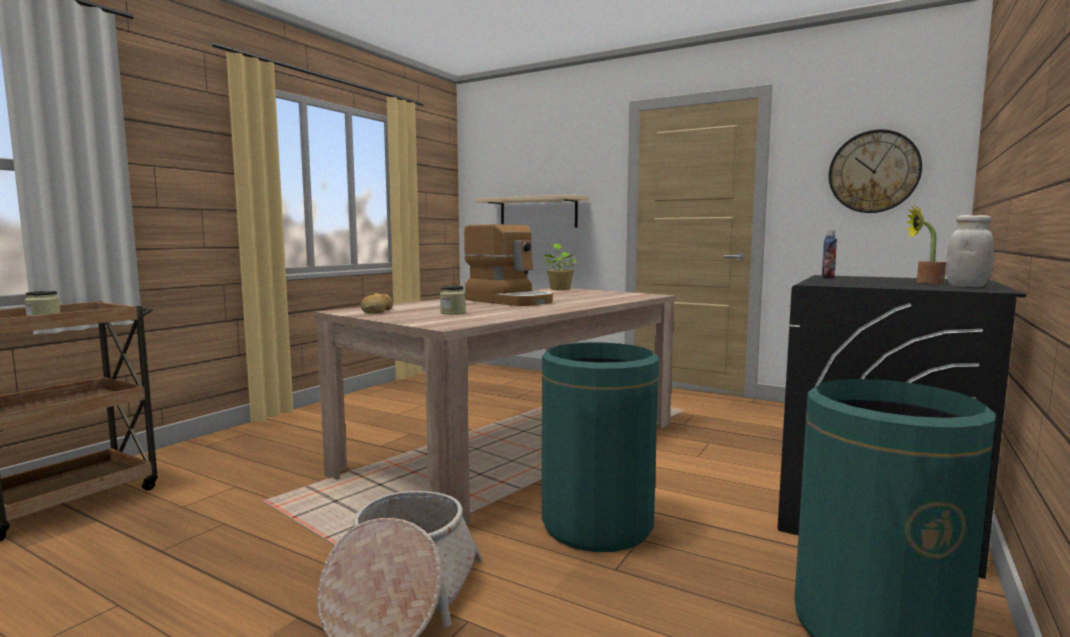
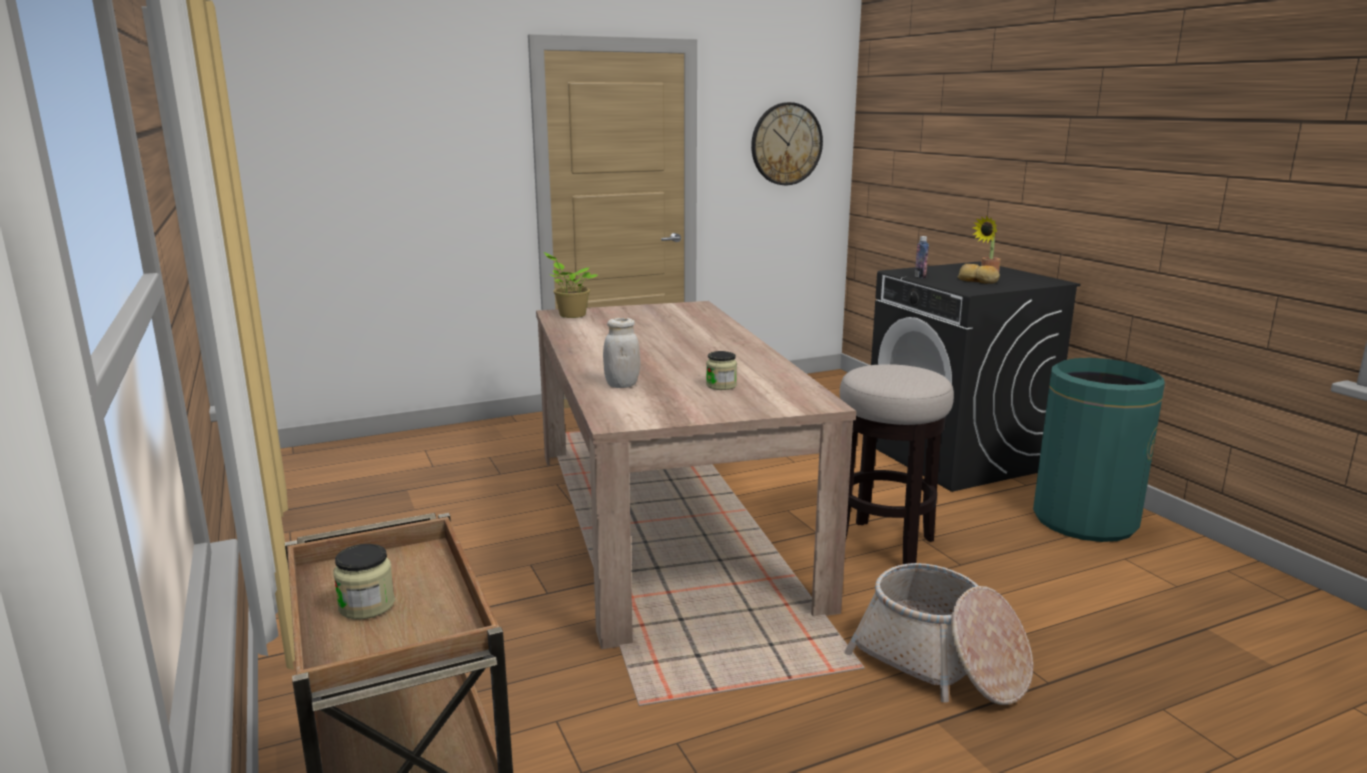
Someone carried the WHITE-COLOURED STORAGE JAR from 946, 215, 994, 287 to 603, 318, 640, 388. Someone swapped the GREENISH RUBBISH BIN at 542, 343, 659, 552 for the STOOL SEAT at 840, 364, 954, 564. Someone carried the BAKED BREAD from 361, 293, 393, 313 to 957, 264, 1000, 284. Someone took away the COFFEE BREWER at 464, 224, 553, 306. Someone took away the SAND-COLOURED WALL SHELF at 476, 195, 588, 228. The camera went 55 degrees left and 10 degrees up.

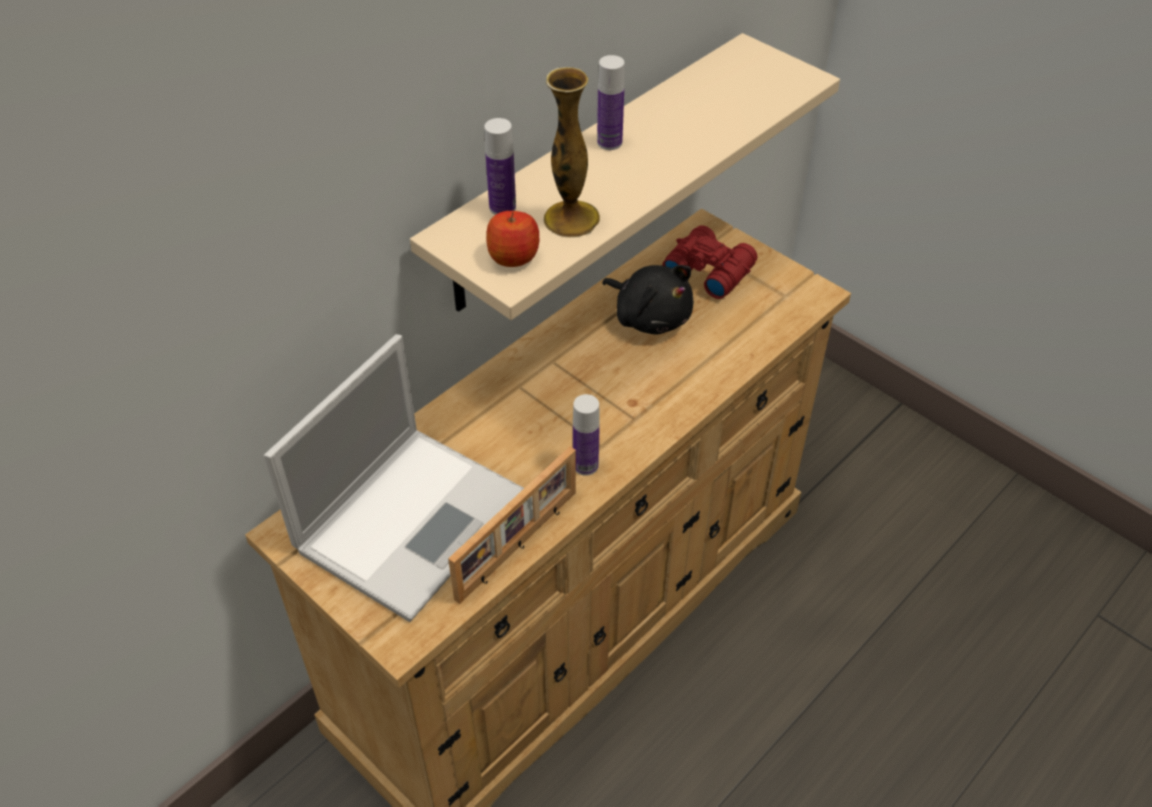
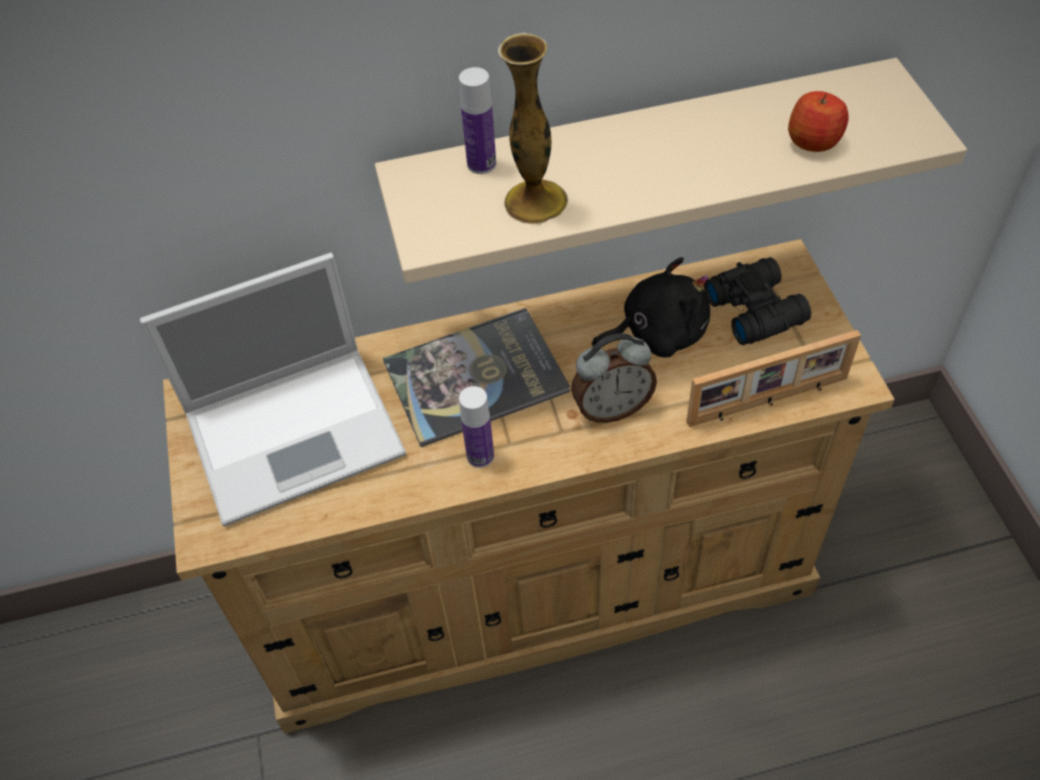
Someone put down the BOUND BOOK at 383, 308, 570, 447. Someone put down the TABLE CLOCK at 571, 333, 657, 423. Someone rotated the BLACK SOFT TOY at 602, 265, 694, 335 by 90 degrees counterclockwise. Someone carried the STANDING FRAME from 448, 447, 576, 604 to 686, 330, 861, 427. Someone repainted the REDDISH PAIR OF BINOCULARS at 662, 225, 757, 299, which became the BLACK PAIR OF BINOCULARS at 704, 257, 811, 345. Someone carried the WHOLE APPLE from 486, 211, 540, 267 to 788, 91, 849, 152. Someone took away the BEVERAGE BOTTLE at 597, 55, 625, 150. The camera went 35 degrees right and 5 degrees up.

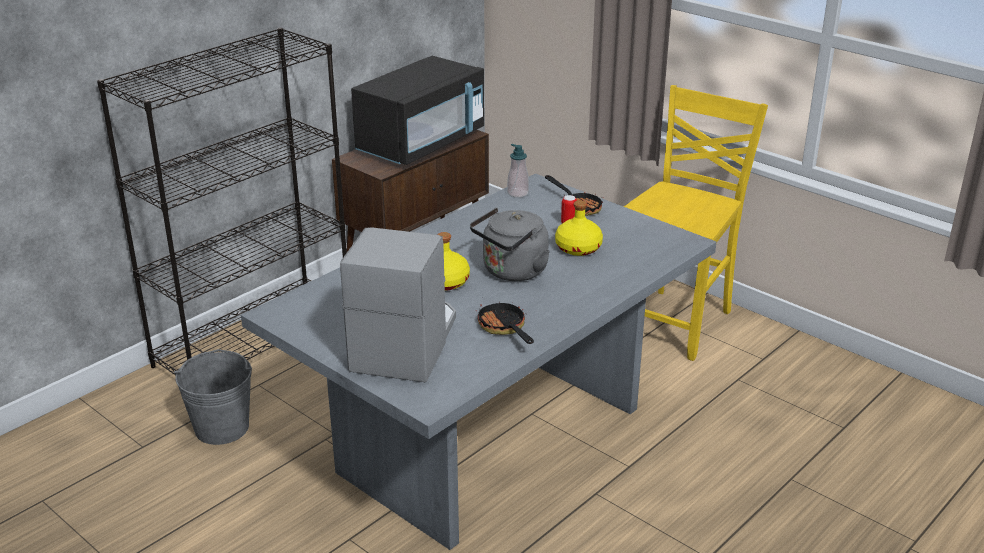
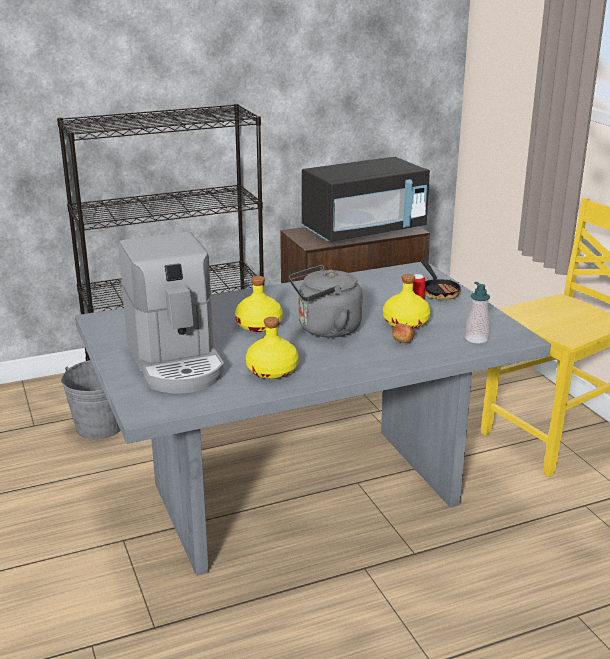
Someone rotated the COFFEE BREWER at 340, 227, 456, 382 by 120 degrees clockwise. Someone swapped the PAN at 476, 302, 534, 344 for the YELLOW BEVERAGE BOTTLE at 246, 317, 299, 379. Someone put down the WHOLE APPLE at 392, 323, 414, 343. Someone carried the LIQUID SOAP BOTTLE from 507, 144, 529, 198 to 464, 282, 490, 344. The camera went 25 degrees right and 5 degrees down.

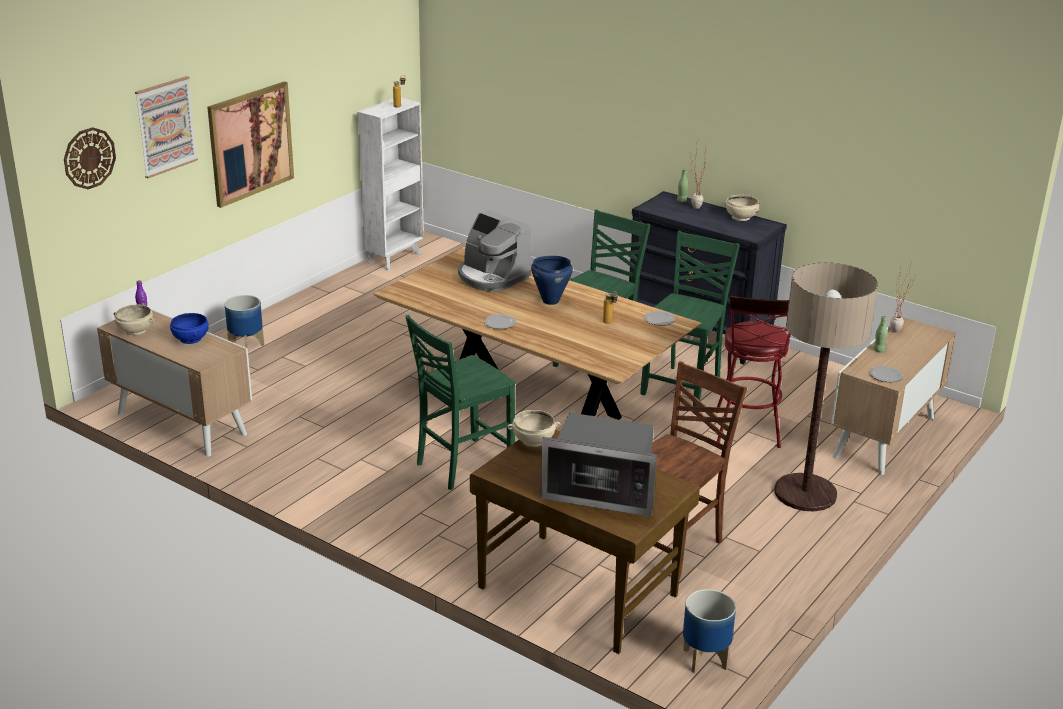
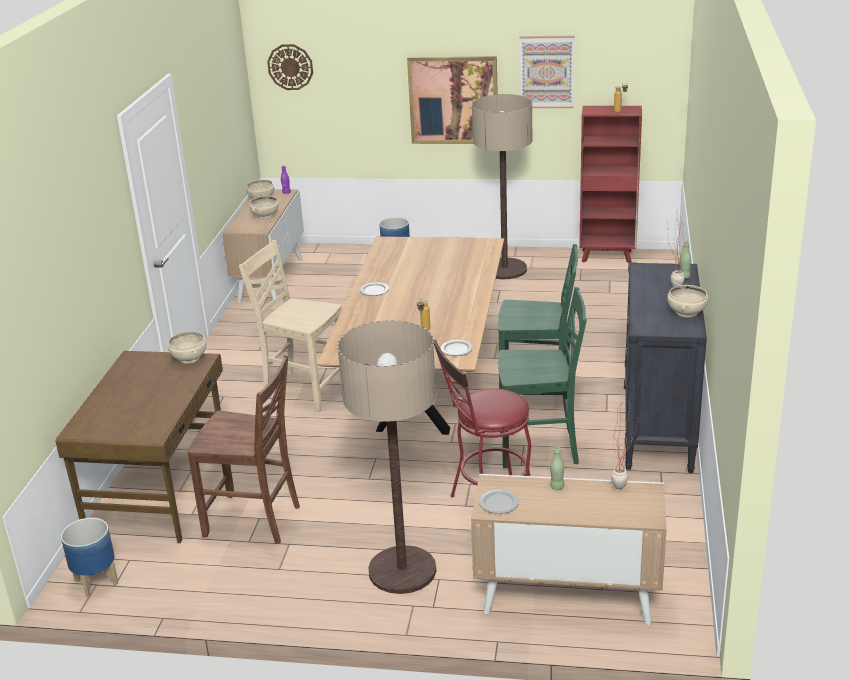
Someone repainted the GREENISH UPRIGHT CHAIR at 405, 315, 515, 490, which became the SAND-COLOURED UPRIGHT CHAIR at 239, 240, 341, 412. Someone repainted the BLUE-COLOURED BOWL at 170, 313, 209, 344, which became the SAND-COLOURED BOWL at 249, 196, 278, 219. Someone put down the FLOOR LAMP at 472, 94, 533, 280. Someone carried the PICTURE from 135, 76, 198, 178 to 519, 36, 575, 108. Someone repainted the WHITE-COLOURED BOOKCASE at 358, 98, 423, 271, which became the REDDISH BOOKCASE at 579, 106, 642, 263. Someone took away the COFFEE BREWER at 458, 210, 531, 292. Someone took away the BLUE-COLOURED COOKING POT at 531, 256, 573, 305. Someone took away the MICROWAVE at 540, 413, 657, 517. The camera went 65 degrees right and 0 degrees up.

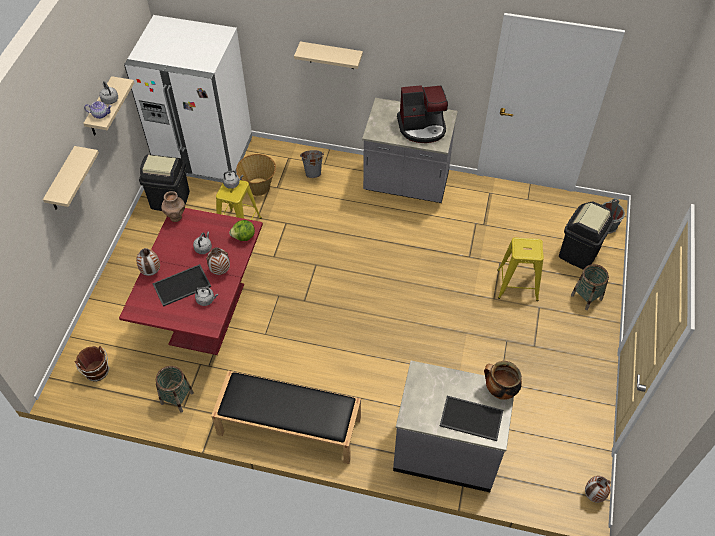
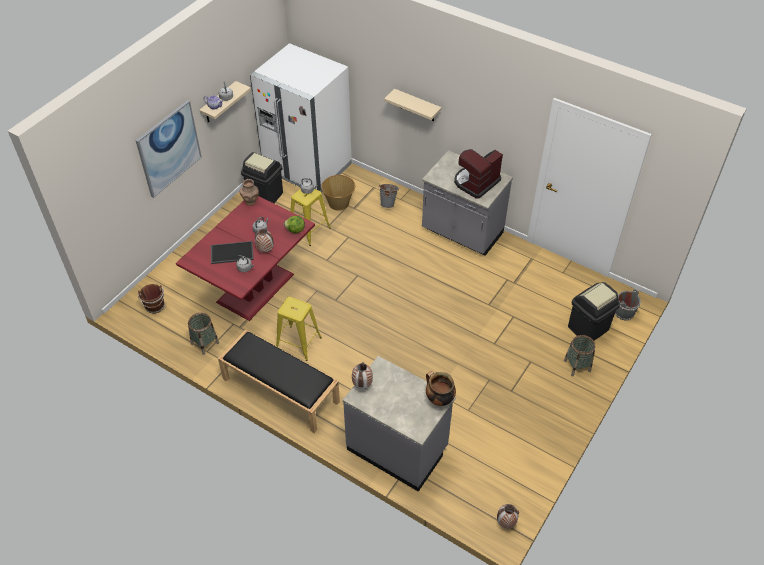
Someone swapped the SAND-COLOURED WALL SHELF at 43, 146, 99, 210 for the PICTURE at 135, 100, 202, 198. Someone carried the YELLOW STOOL SEAT from 497, 237, 544, 301 to 276, 297, 322, 361. Someone carried the FLOWER VASE from 136, 248, 160, 276 to 352, 362, 373, 389. Someone rotated the COFFEE BREWER at 397, 85, 448, 143 by 120 degrees clockwise. Someone took away the SERVING TRAY at 440, 396, 503, 441. The camera went 20 degrees right and 5 degrees down.

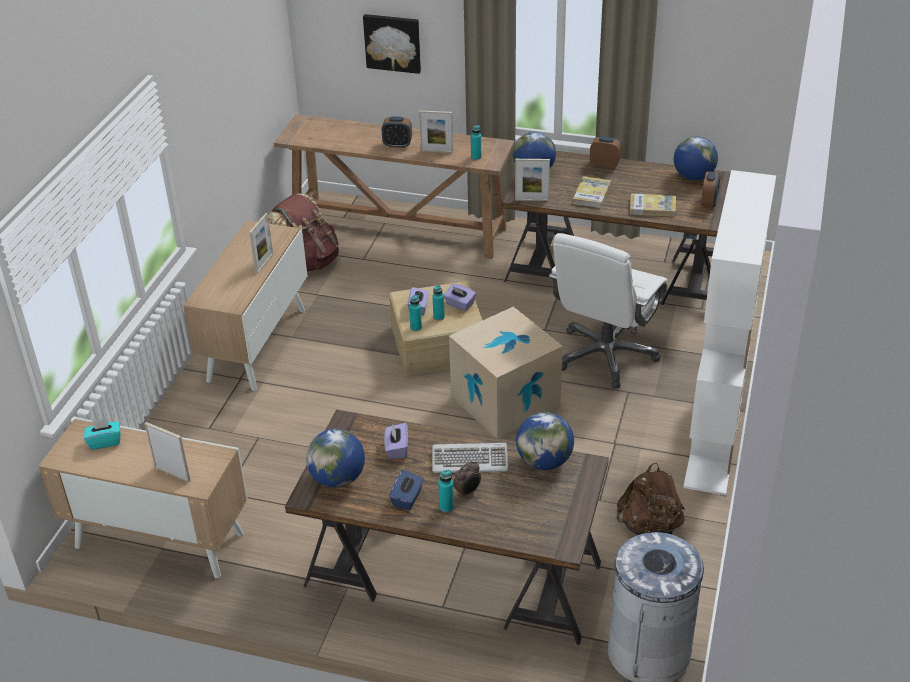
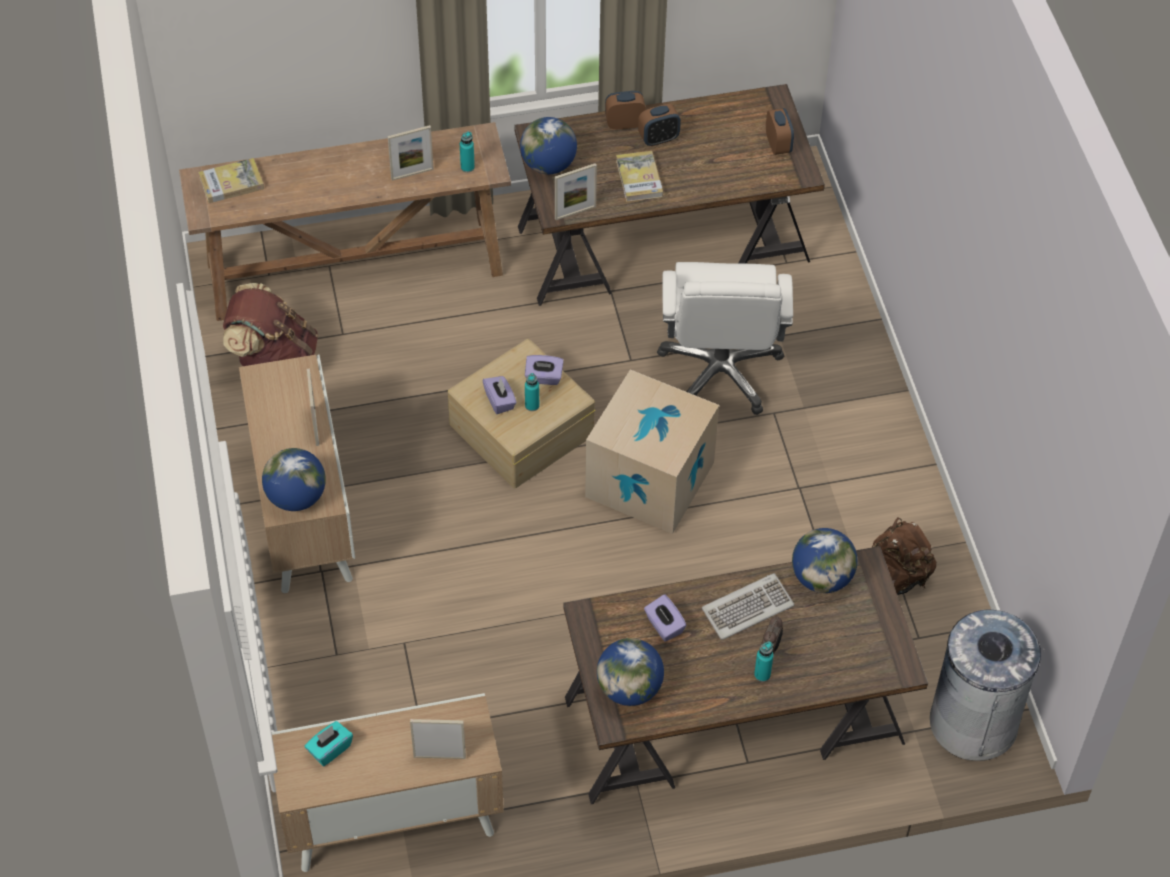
Someone carried the BOUND BOOK from 630, 193, 676, 217 to 198, 158, 264, 203. Someone carried the GLOBE from 674, 136, 718, 181 to 262, 448, 326, 511. Someone carried the TABLE CLOCK from 382, 116, 412, 148 to 638, 104, 681, 146. Someone took away the PICTURE at 363, 14, 421, 74. Someone took away the BLUE-COLOURED TISSUE BOX at 389, 470, 424, 510. Someone took away the TURQUOISE BEVERAGE BOTTLE at 409, 295, 422, 331. Someone took away the WHITE-COLOURED BOOKCASE at 683, 170, 776, 496. The camera went 30 degrees left and 15 degrees up.

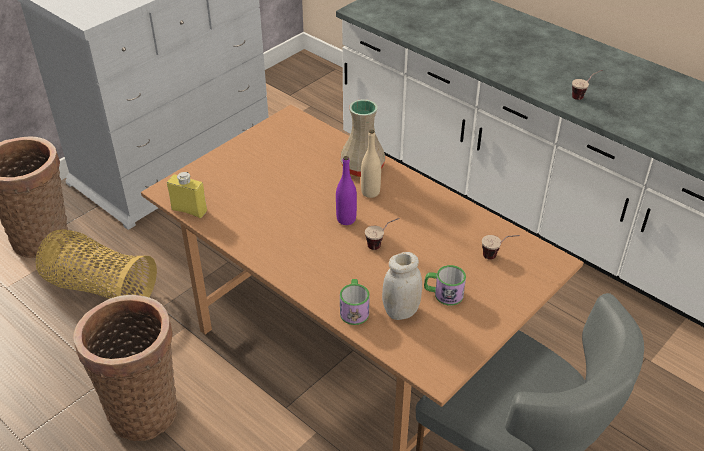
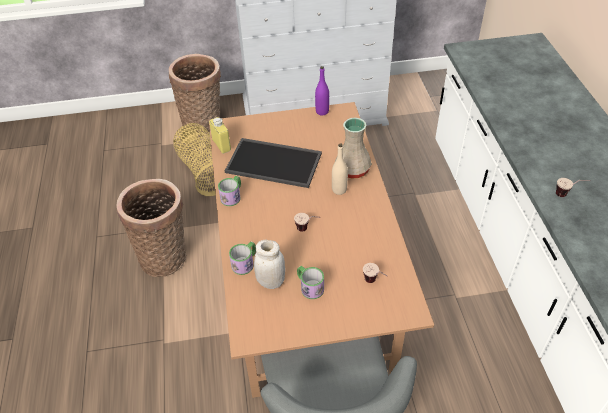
Someone put down the TEA MUG at 218, 176, 241, 206. Someone put down the SERVING TRAY at 225, 138, 322, 188. Someone carried the PURPLE-COLOURED BEVERAGE BOTTLE from 336, 156, 357, 225 to 315, 66, 329, 116. The camera went 40 degrees right and 5 degrees up.

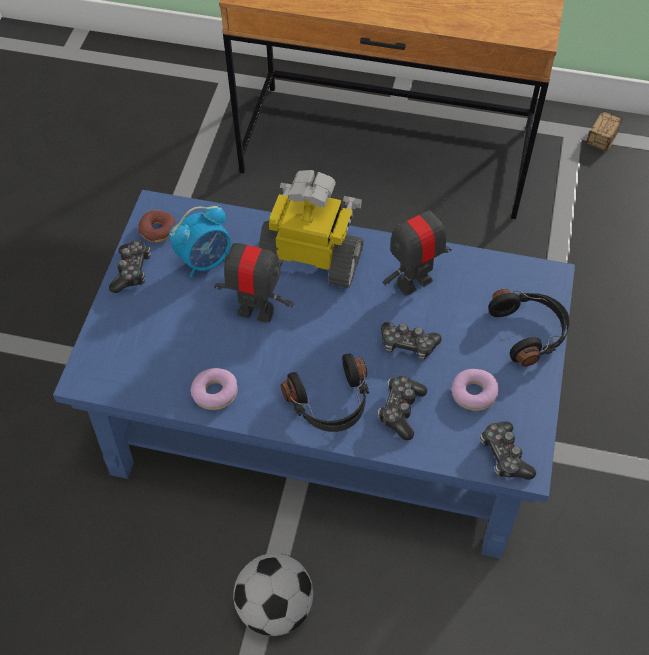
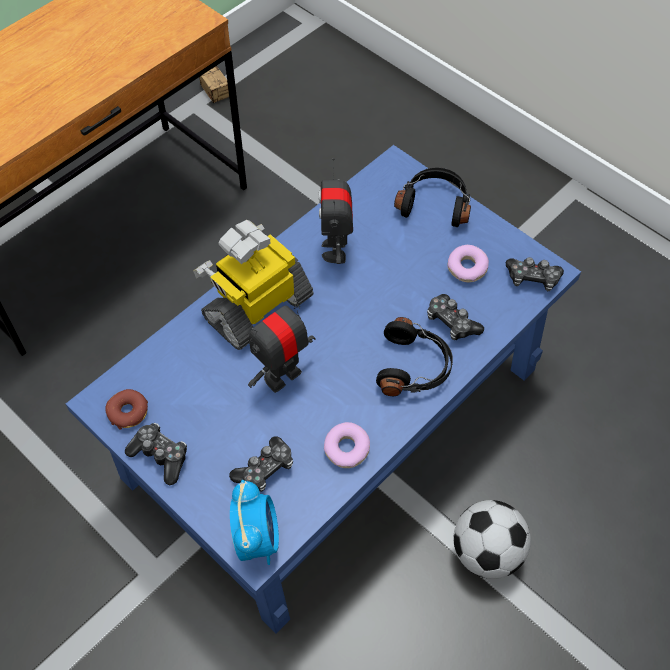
Someone carried the GAME CONTROLLER from 381, 322, 442, 361 to 229, 436, 293, 492. Someone carried the TABLE CLOCK from 169, 205, 231, 278 to 230, 480, 279, 565. The camera went 60 degrees left and 0 degrees up.

